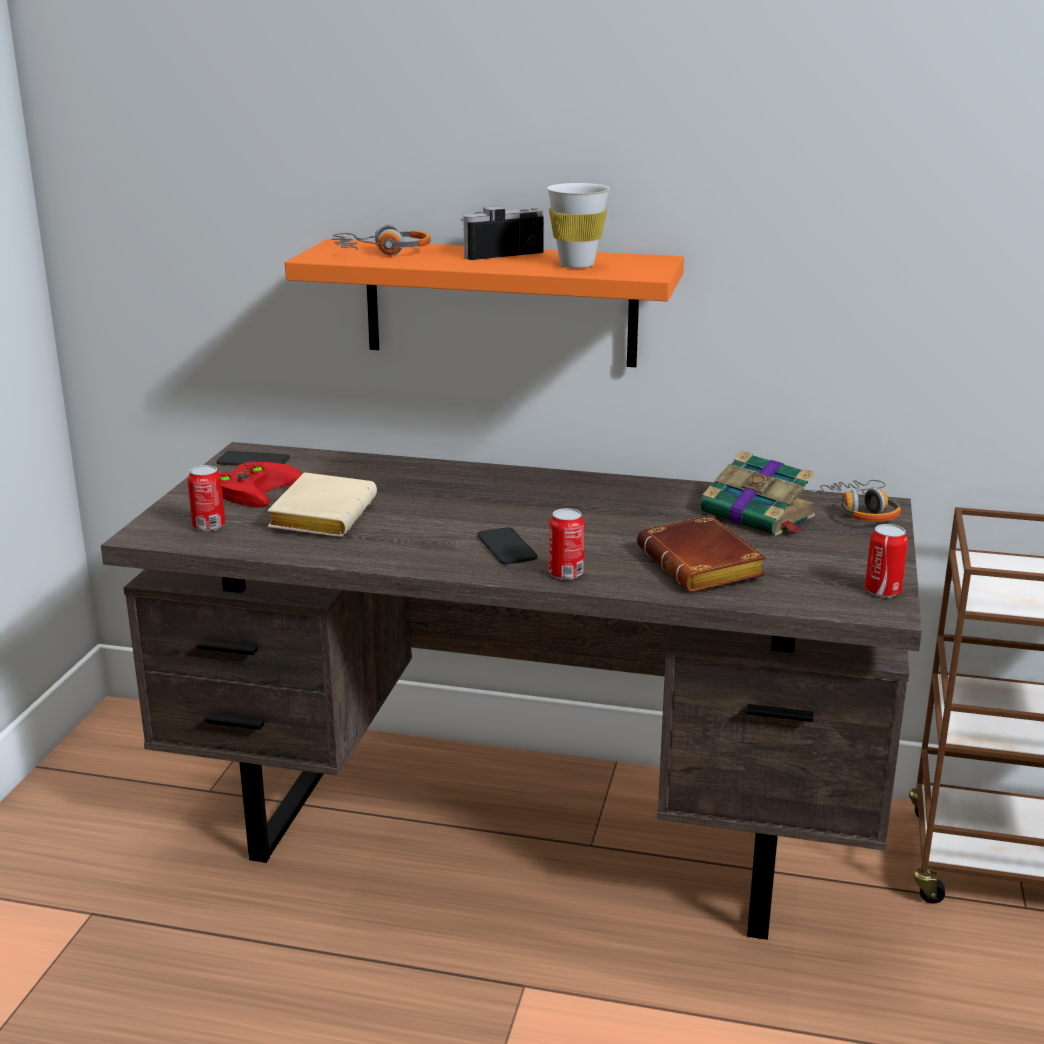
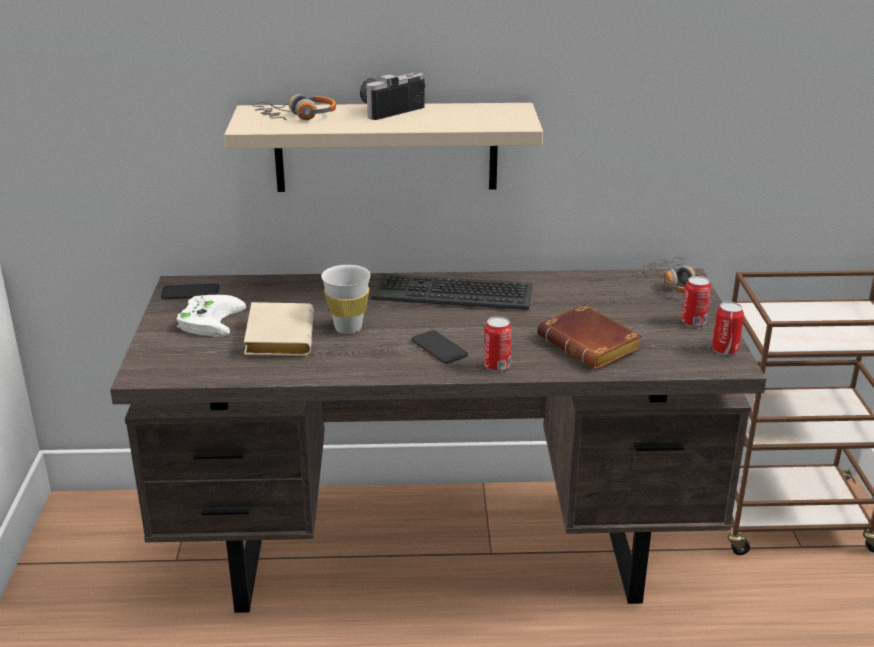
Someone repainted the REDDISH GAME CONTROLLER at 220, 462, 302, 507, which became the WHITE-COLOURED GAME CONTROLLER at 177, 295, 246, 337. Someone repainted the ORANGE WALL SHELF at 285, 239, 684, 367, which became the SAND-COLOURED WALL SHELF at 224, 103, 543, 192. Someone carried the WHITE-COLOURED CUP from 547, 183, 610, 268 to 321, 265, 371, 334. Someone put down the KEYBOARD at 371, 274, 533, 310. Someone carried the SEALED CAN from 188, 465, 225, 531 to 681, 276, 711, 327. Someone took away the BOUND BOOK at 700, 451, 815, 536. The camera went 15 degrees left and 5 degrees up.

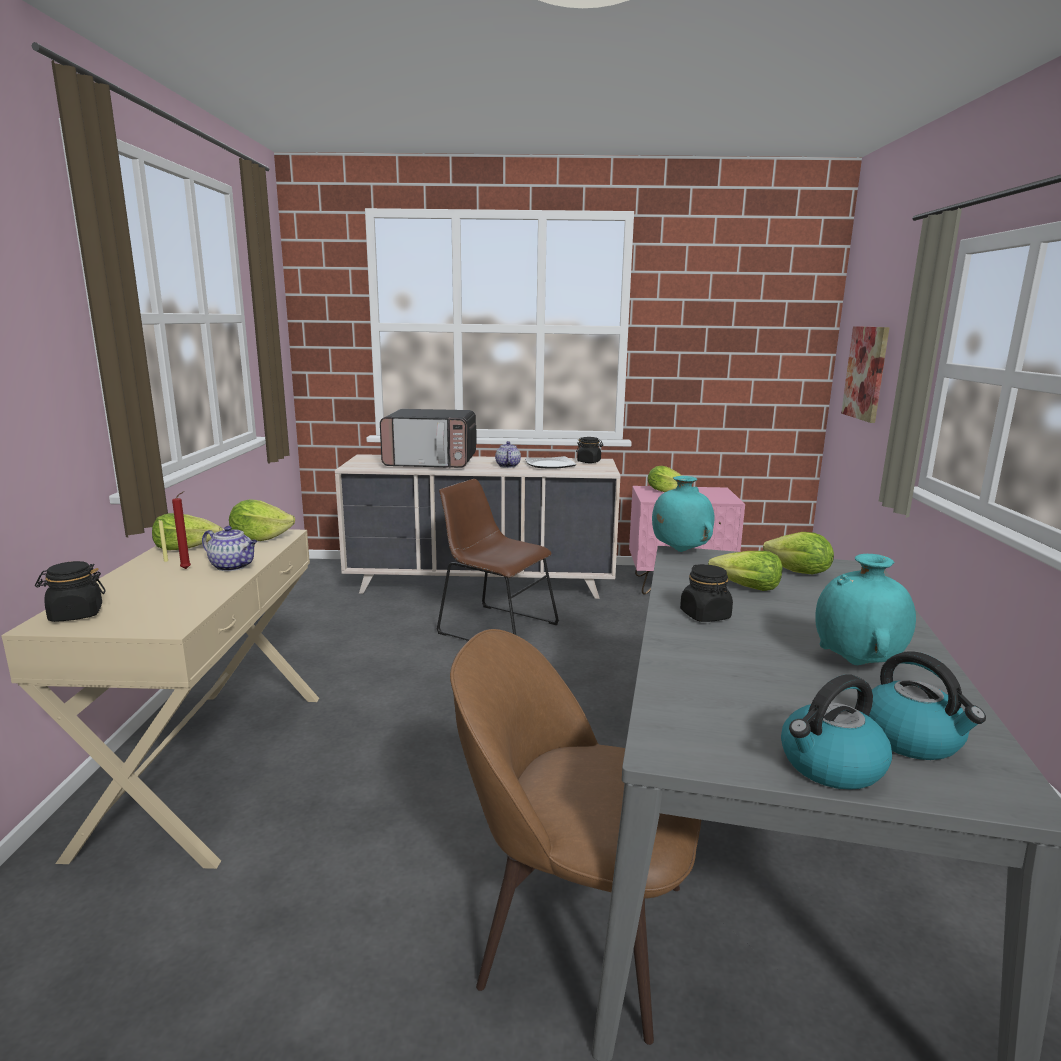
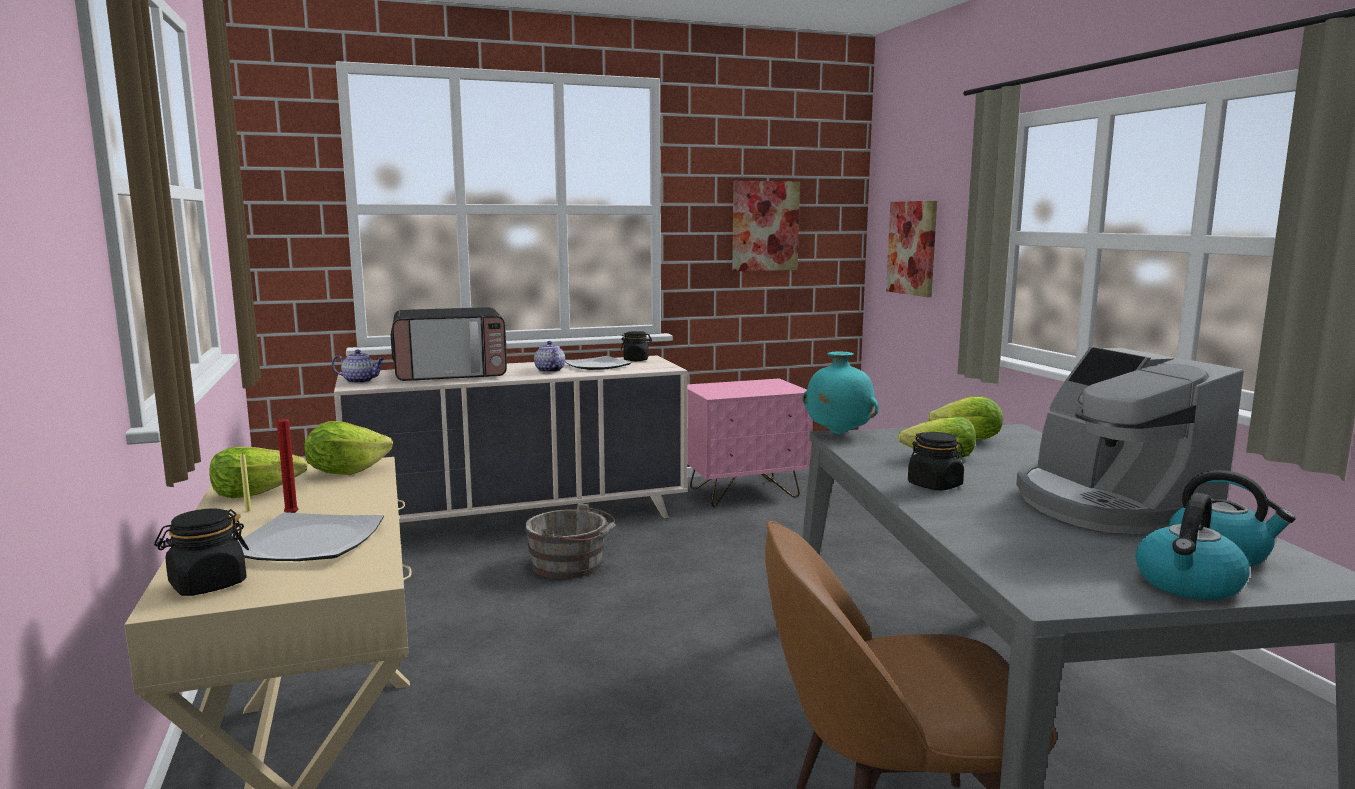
Someone put down the FLAT DISH at 239, 512, 384, 561. Someone carried the TEA POT from 202, 526, 258, 571 to 332, 350, 385, 383. Someone swapped the BROWN-COLOURED UPRIGHT CHAIR at 437, 479, 559, 641 for the GREYISH PAIL at 525, 503, 615, 579. Someone put up the PICTURE at 732, 181, 800, 271. Someone swapped the TURQUOISE FLOWER VASE at 815, 554, 916, 665 for the COFFEE BREWER at 1016, 347, 1244, 534. Someone took away the LETTUCE at 648, 466, 682, 492. The camera went 20 degrees left and 5 degrees down.

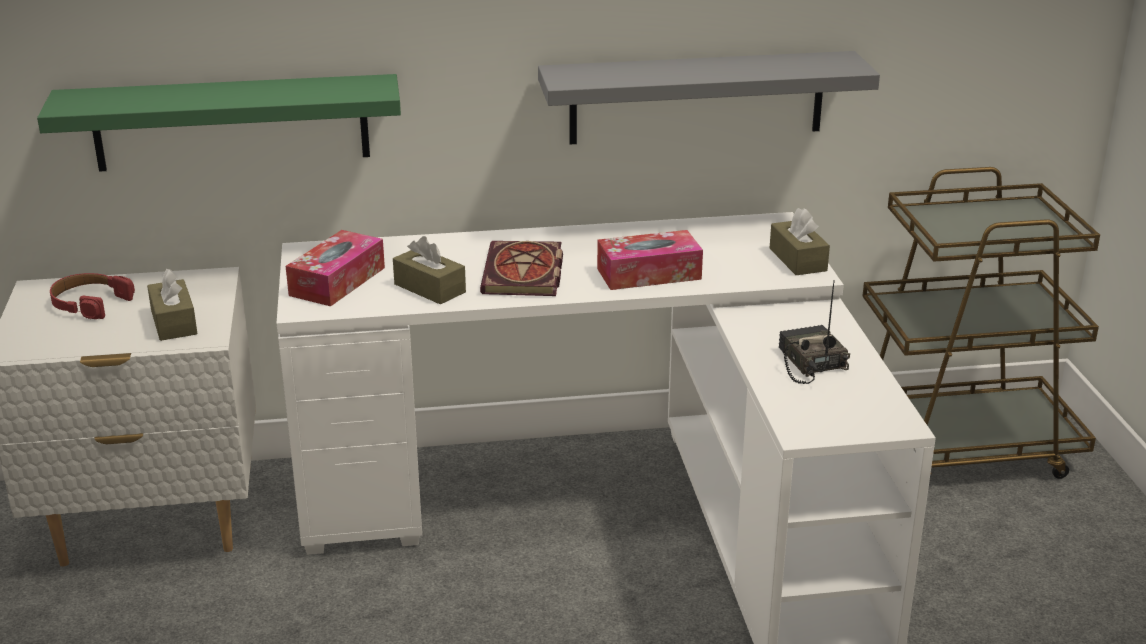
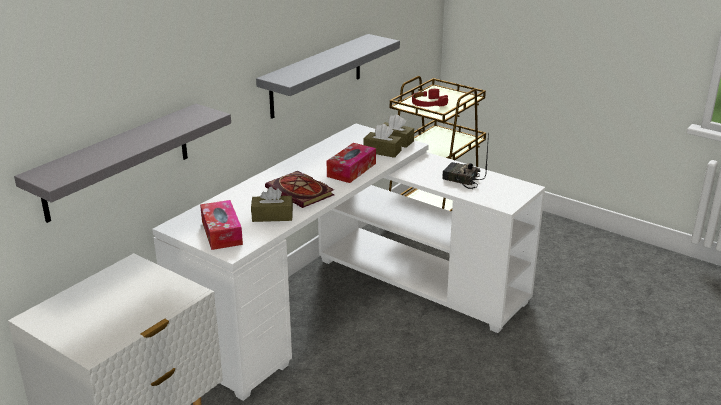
Someone repainted the GREENISH WALL SHELF at 37, 74, 401, 172, which became the GREYISH WALL SHELF at 14, 104, 231, 223. Someone carried the BROWN-COLOURED TISSUE BOX from 147, 269, 197, 341 to 363, 124, 402, 158. Someone carried the REDDISH HEADSET from 50, 273, 135, 319 to 412, 89, 448, 107. The camera went 45 degrees left and 0 degrees up.

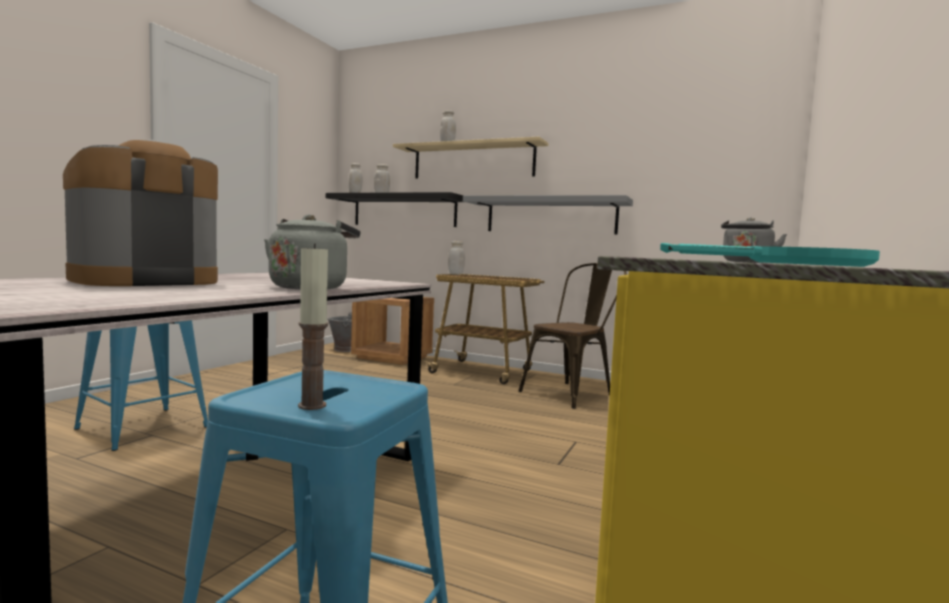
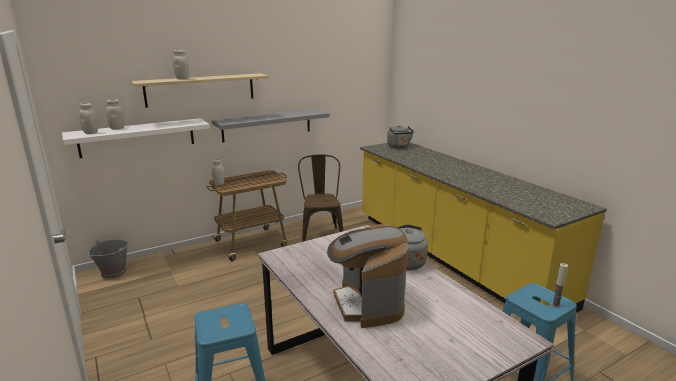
Someone repainted the BLACK WALL SHELF at 326, 192, 463, 227, which became the WHITE-COLOURED WALL SHELF at 62, 118, 210, 158. Someone took away the BROWN-COLOURED NIGHTSTAND at 351, 297, 434, 365. Someone took away the TURQUOISE PAN at 660, 243, 880, 267. The camera went 55 degrees left and 15 degrees up.

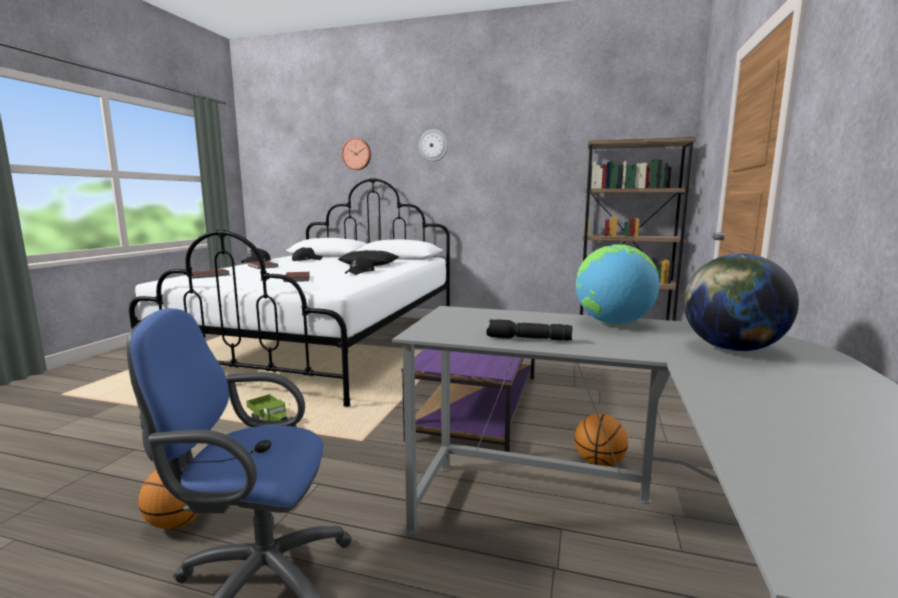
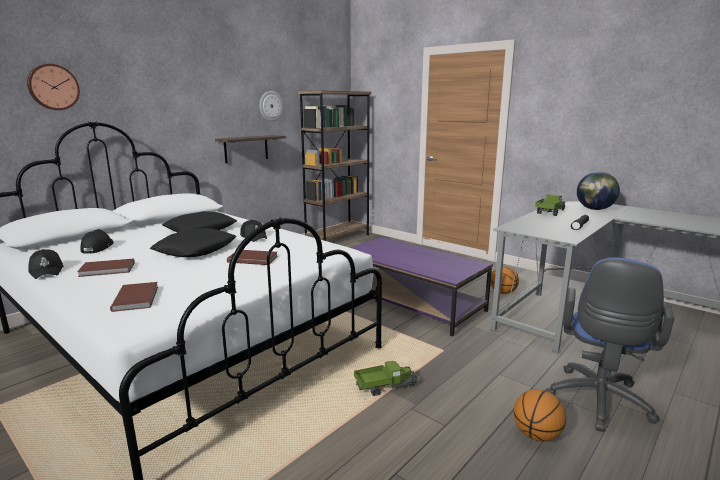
Someone put down the BLACK PILLOW at 150, 228, 236, 257. Someone put up the WALL SHELF at 215, 135, 286, 164. Someone carried the HANGING CLOCK from 419, 129, 448, 162 to 260, 91, 283, 121. Someone swapped the GLOBE at 576, 244, 659, 325 for the TOY LORRY at 535, 194, 566, 216. The camera went 65 degrees left and 5 degrees up.

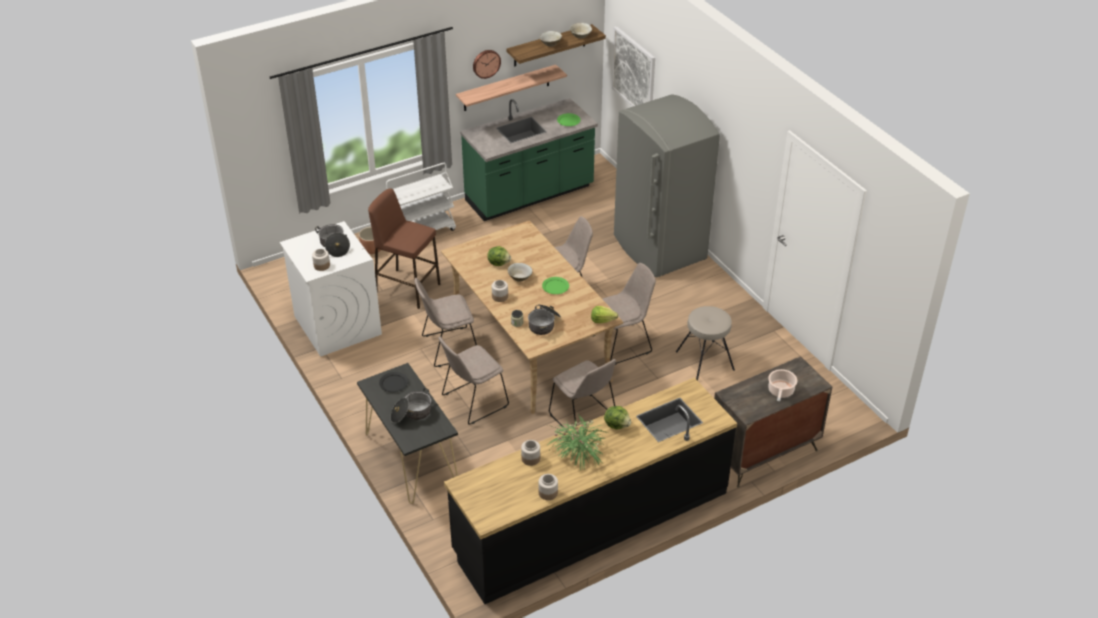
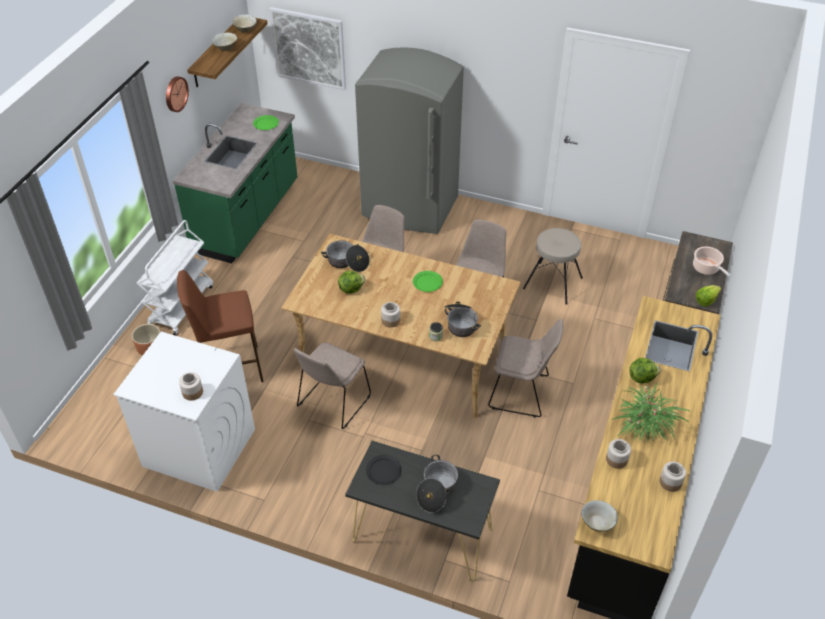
Someone carried the COOKING POT from 315, 224, 350, 257 to 321, 240, 369, 272. Someone carried the SAND-COLOURED BOWL from 508, 263, 532, 282 to 581, 500, 618, 532. Someone carried the LETTUCE from 591, 306, 618, 323 to 696, 285, 721, 307. Someone took away the SAND-COLOURED UPRIGHT CHAIR at 438, 336, 509, 425. Someone took away the WALL SHELF at 456, 65, 567, 111. The camera went 40 degrees left and 5 degrees up.

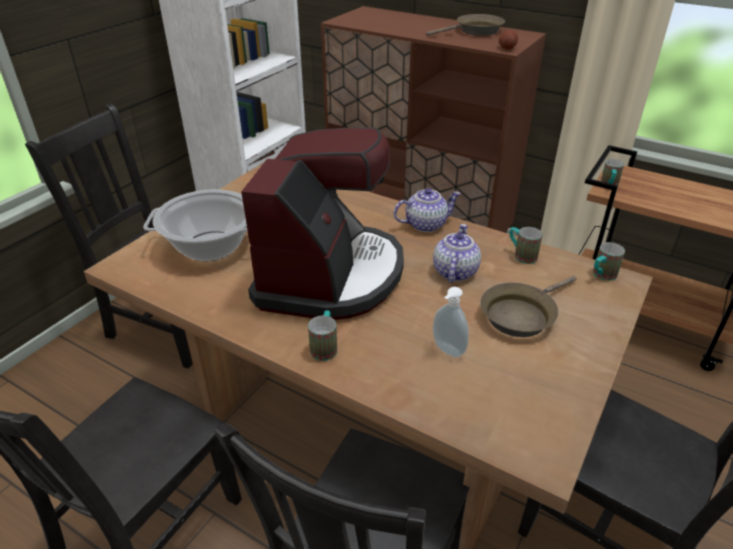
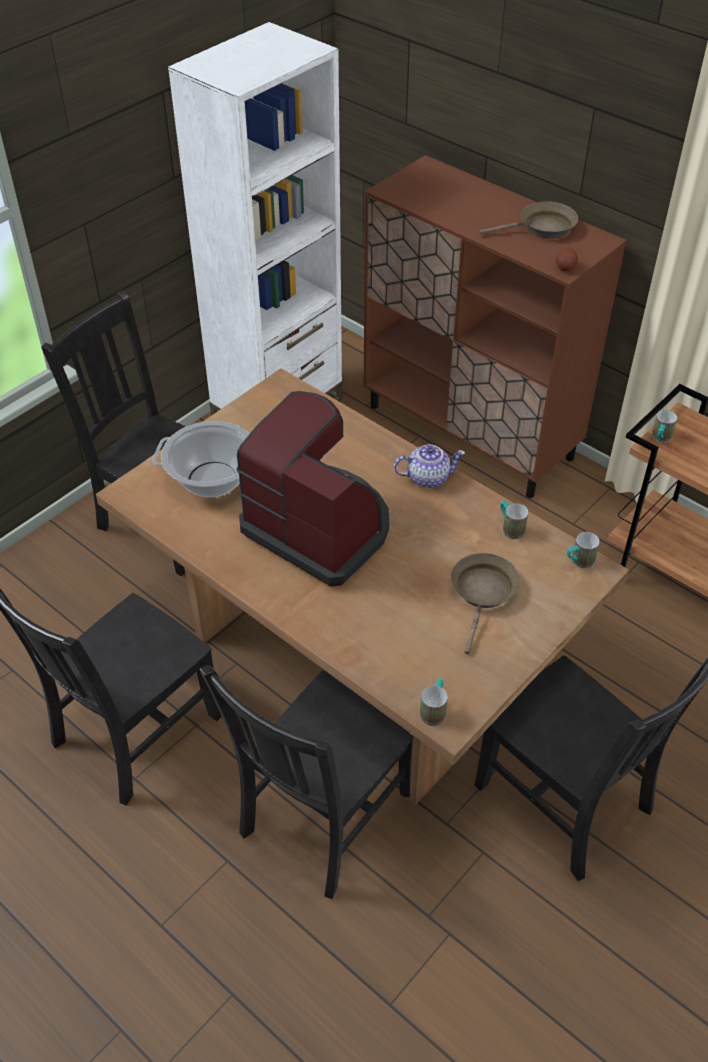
Someone rotated the COFFEE BREWER at 241, 127, 404, 320 by 75 degrees counterclockwise. Someone carried the TEA MUG from 308, 310, 337, 361 to 420, 679, 448, 726. Someone rotated the BROWN-COLOURED PAN at 480, 276, 577, 337 by 135 degrees clockwise. Someone took away the TEA POT at 433, 224, 481, 283. Someone took away the LIQUID SOAP BOTTLE at 433, 287, 469, 358. The camera went 10 degrees right and 10 degrees up.

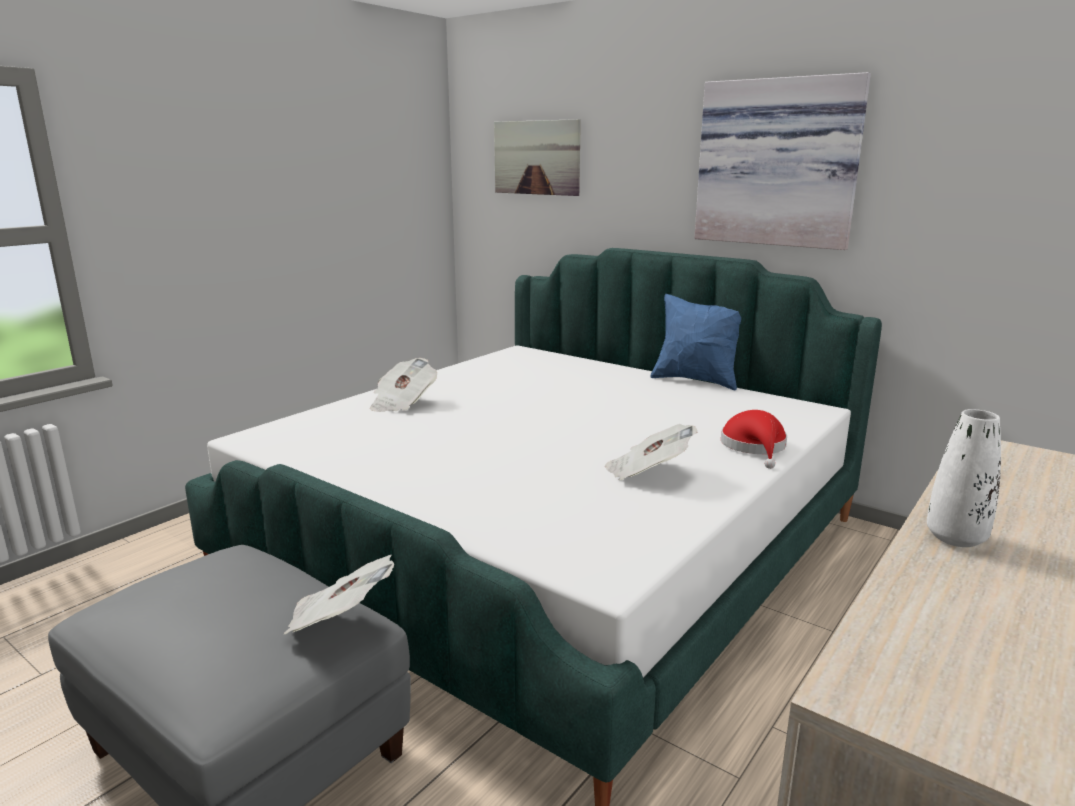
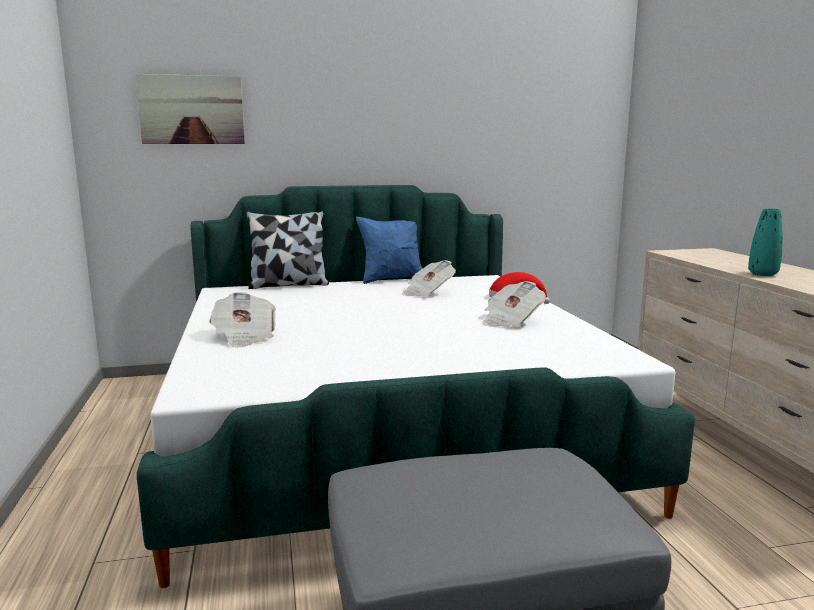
Someone put down the PILLOW at 246, 211, 329, 289. Someone carried the PRINTED PAPER from 283, 555, 394, 635 to 402, 260, 456, 296. Someone repainted the WHITE-COLOURED FLOWER VASE at 927, 409, 1001, 547, which became the TURQUOISE FLOWER VASE at 748, 209, 783, 276. Someone took away the PICTURE at 695, 72, 871, 250. The camera went 50 degrees left and 5 degrees down.

